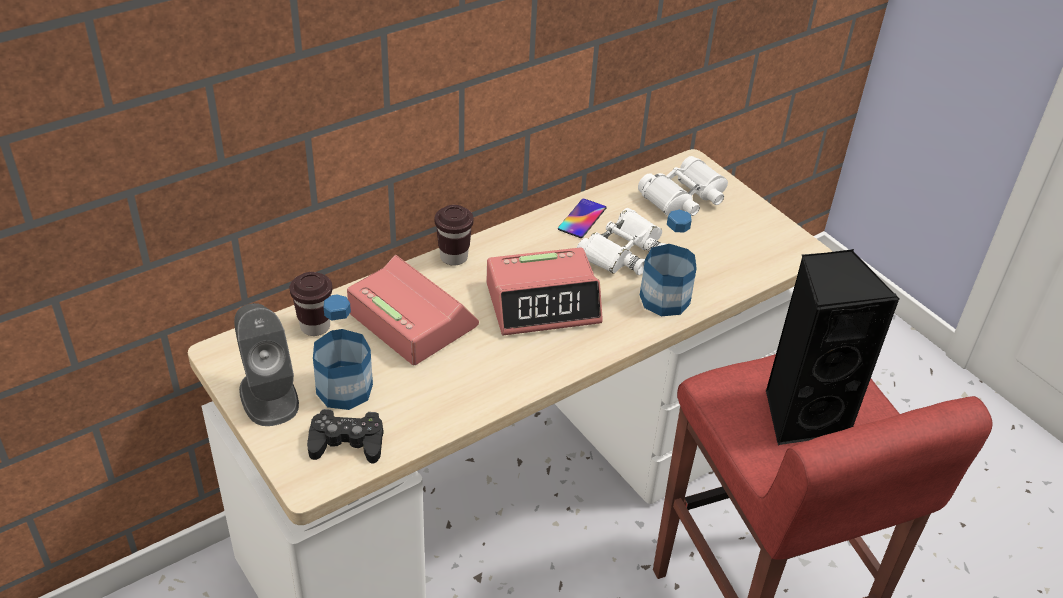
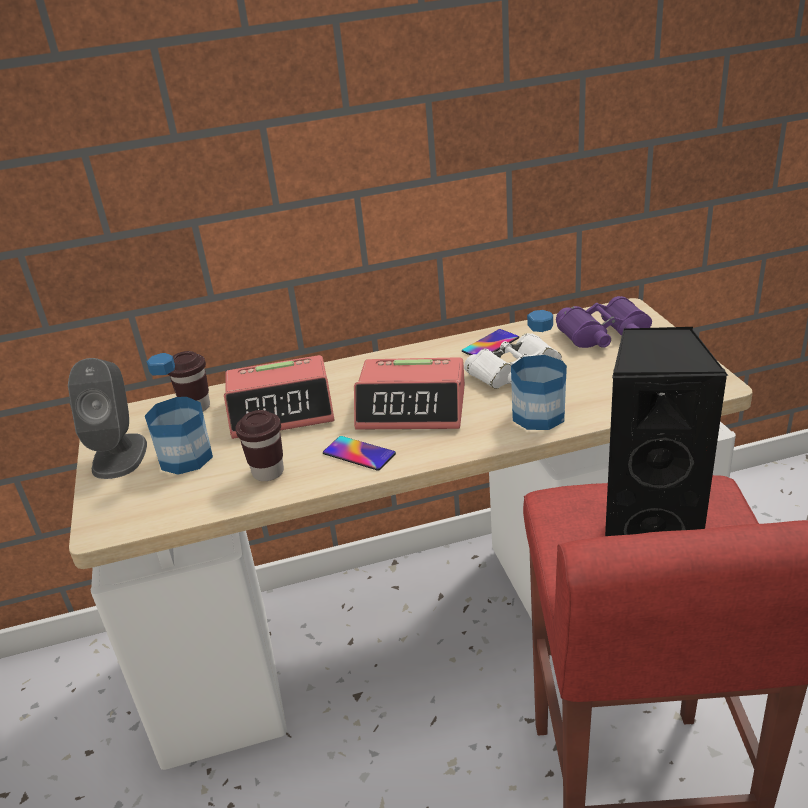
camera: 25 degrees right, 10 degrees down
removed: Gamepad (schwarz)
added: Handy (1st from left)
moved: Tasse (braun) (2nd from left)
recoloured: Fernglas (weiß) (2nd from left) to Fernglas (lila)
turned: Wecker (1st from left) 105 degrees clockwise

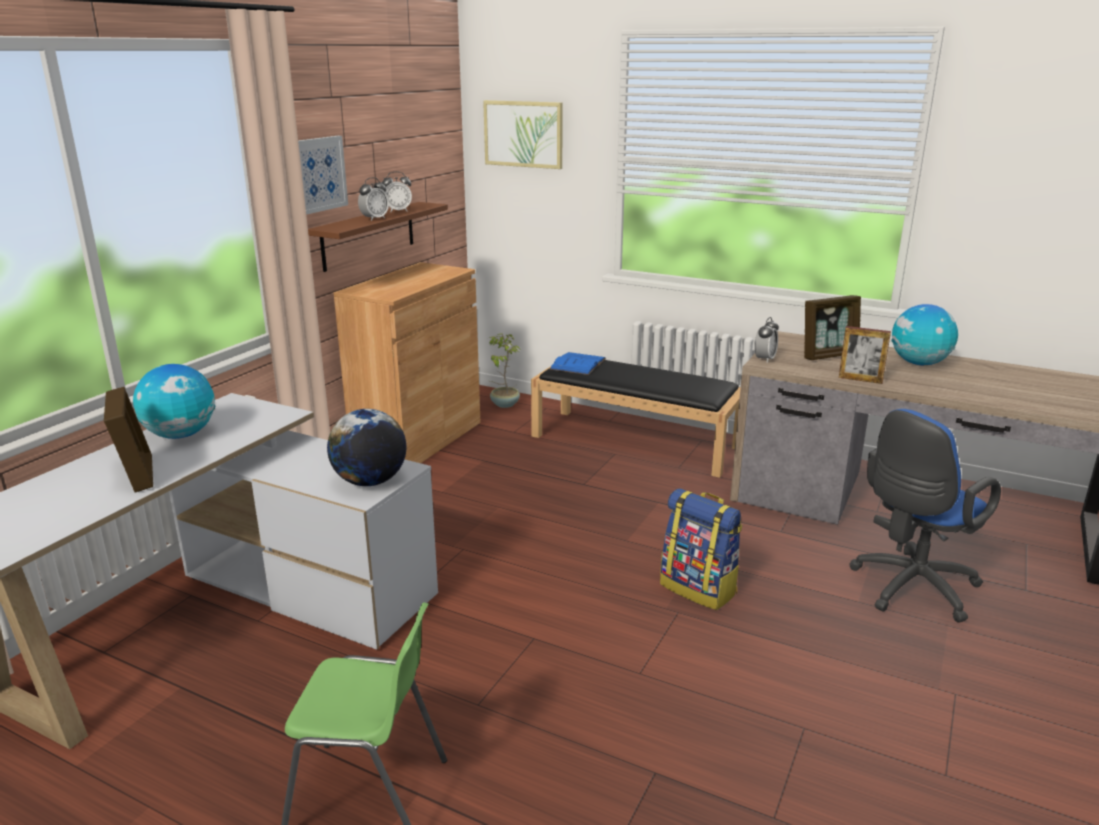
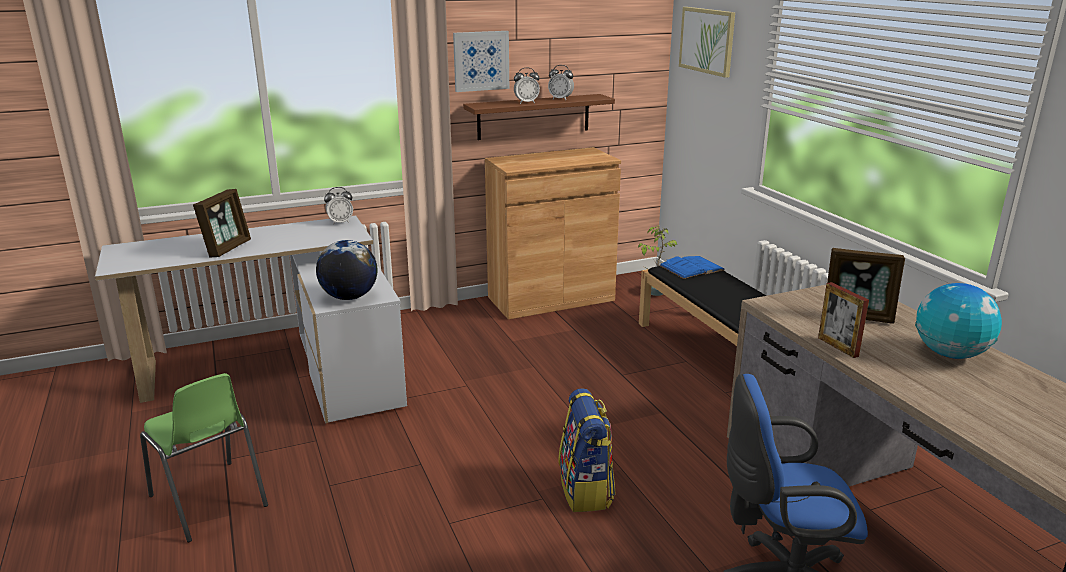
camera: 40 degrees right, 0 degrees up
removed: Globus (1st from left)
moved: Wecker (3rd from left in the first image) to Wecker (1st from left)

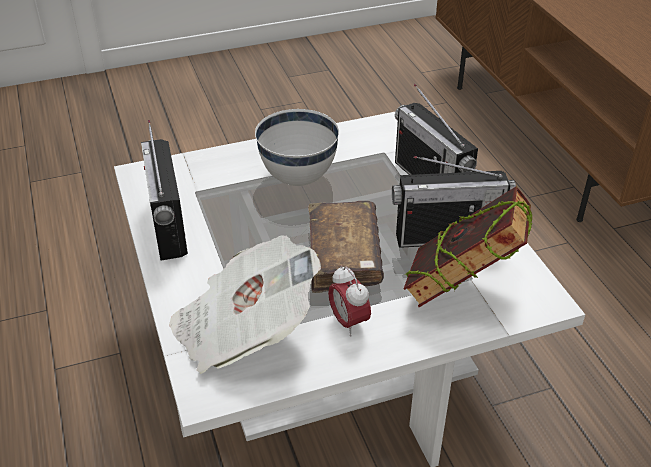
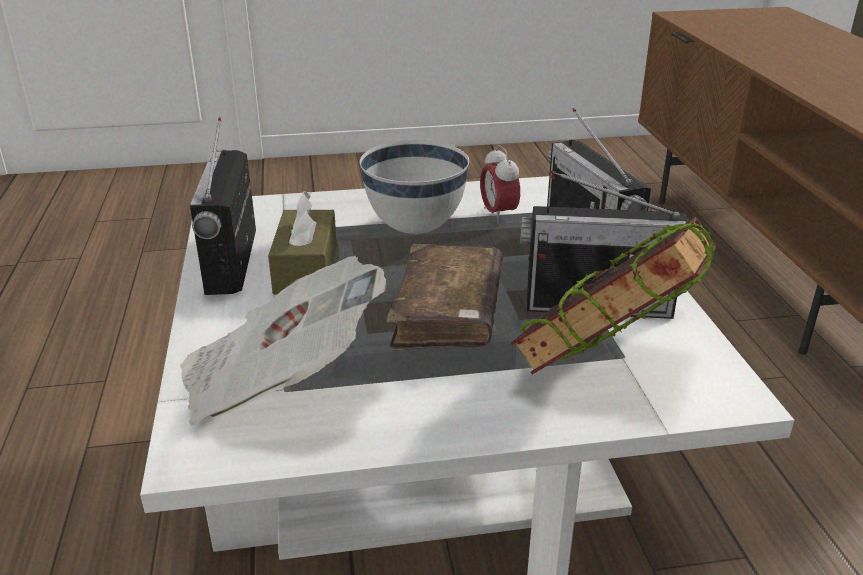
camera: 10 degrees right, 10 degrees down
added: Taschentuchbox (braun)
moved: Wecker

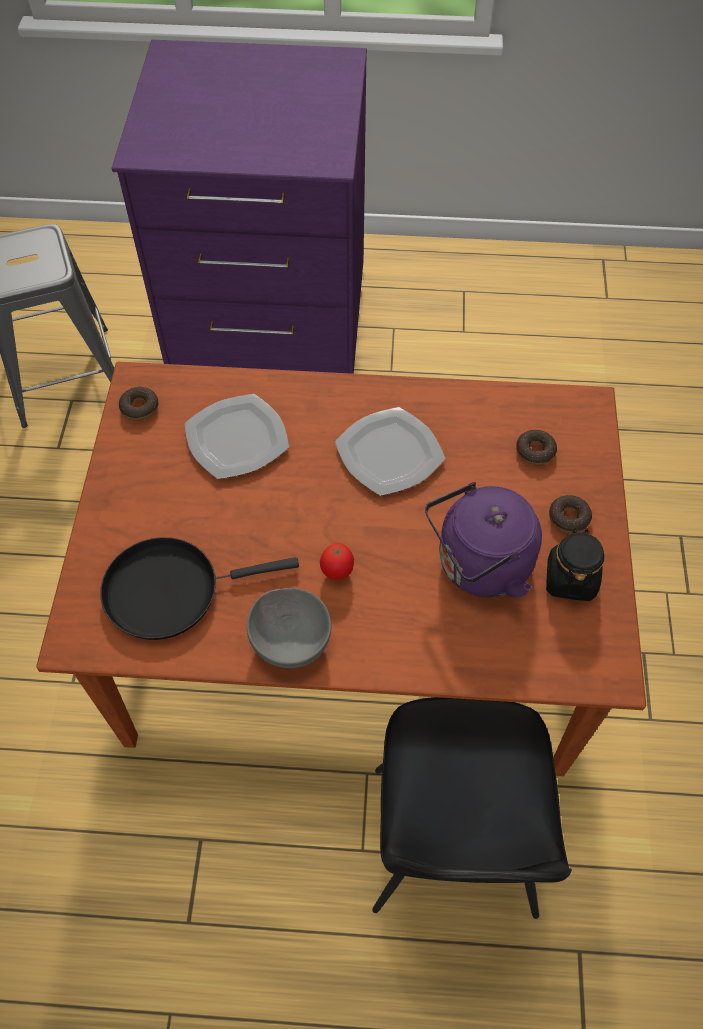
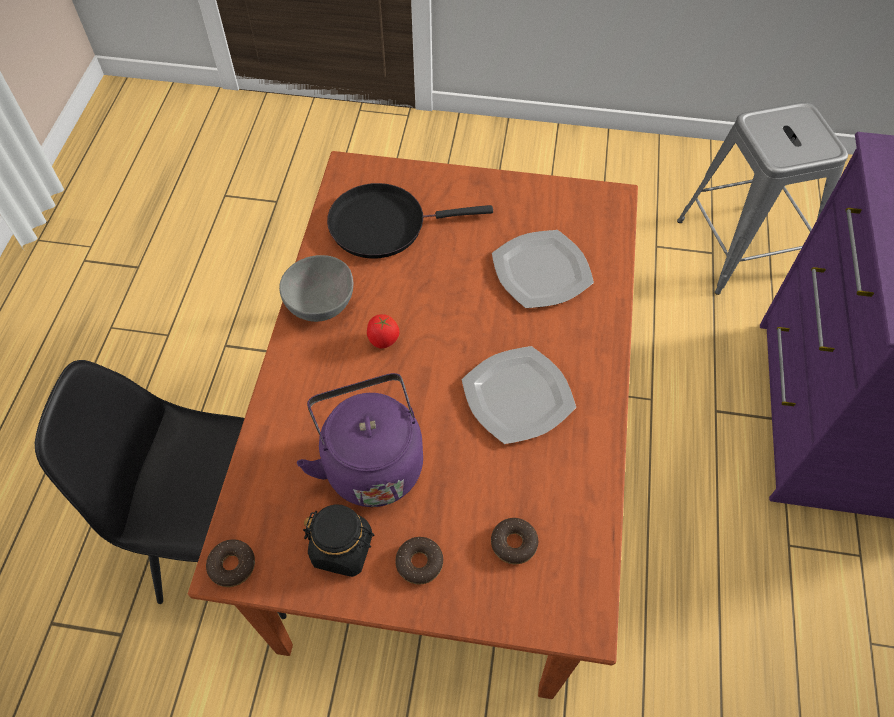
camera: 95 degrees right, 0 degrees up
moved: Donut (1st from left)
turned: Pfanne (schwarz) 90 degrees counterclockwise

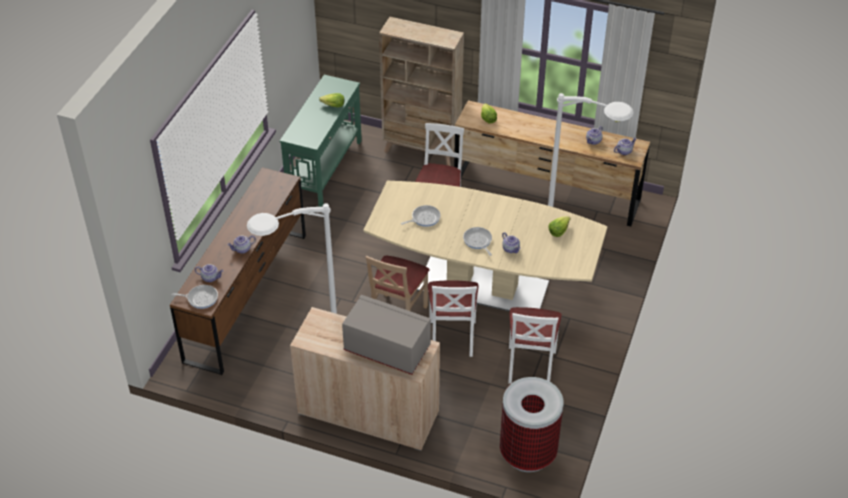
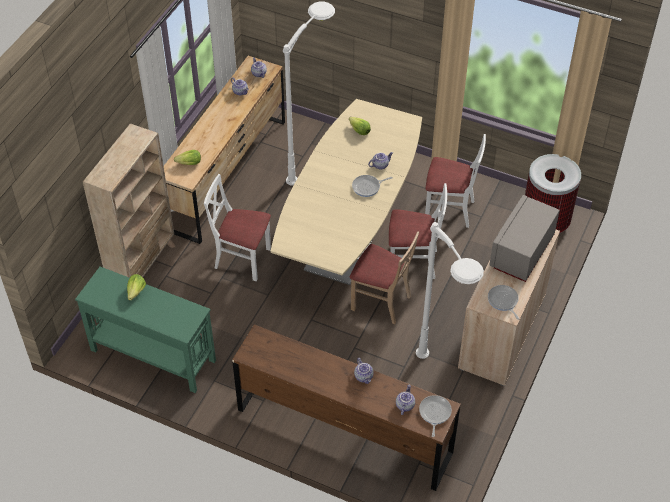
camera: 85 degrees left, 5 degrees up
moved: Pfanne (2nd from left in the first image) to Pfanne (3rd from left)

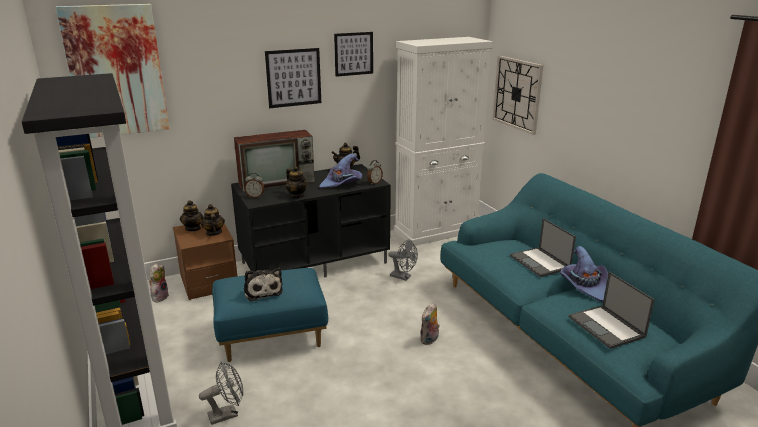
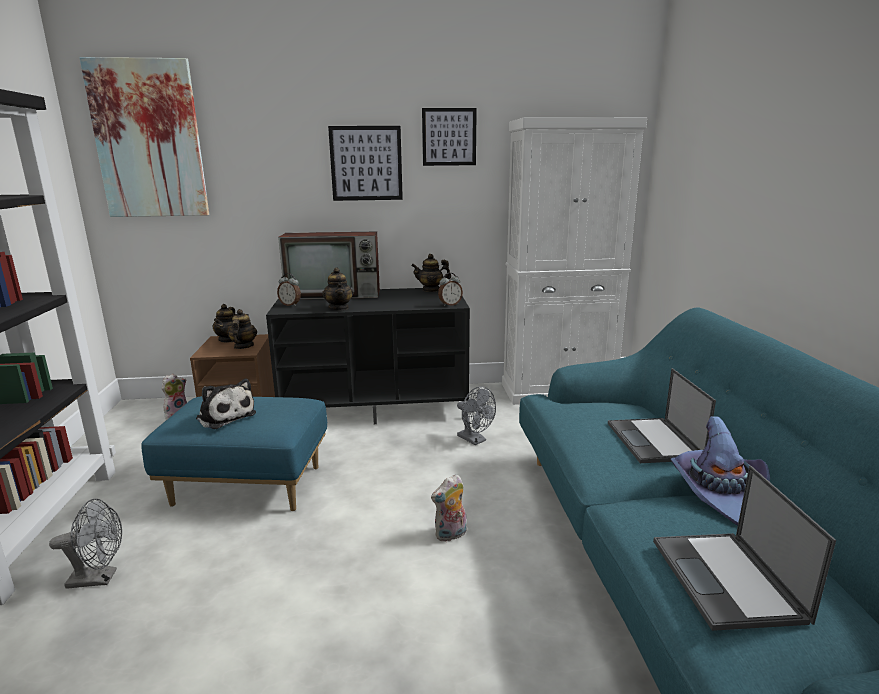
camera: 20 degrees right, 5 degrees down
removed: Hut (lila) (1st from left); Wanduhr
turned: Plüschtier (2nd from left) 45 degrees counterclockwise

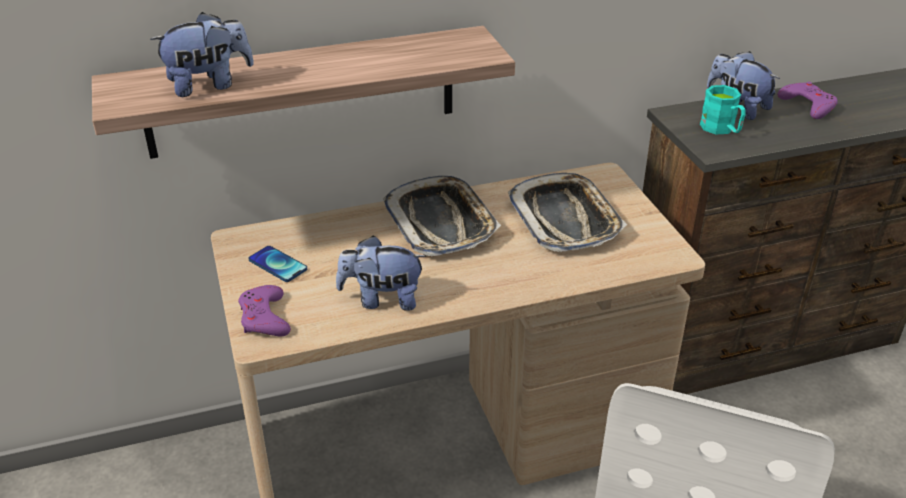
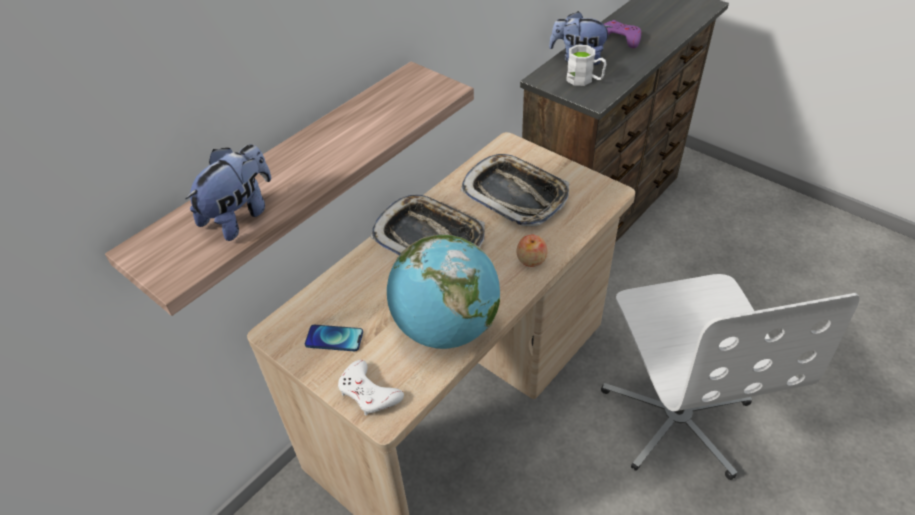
camera: 30 degrees left, 10 degrees up
added: Apfel
replaced: Plüschtier (2nd from left) to Globus
recoloured: Gamepad (lila) (1st from left) to Gamepad (weiß); Henkelbecher (türkis) to Henkelbecher (weiß)

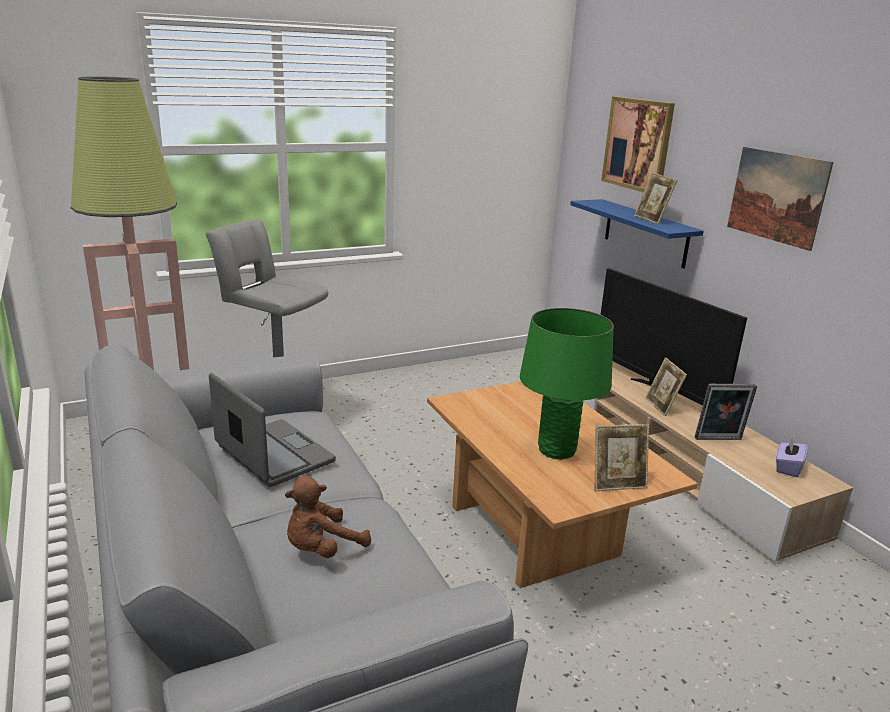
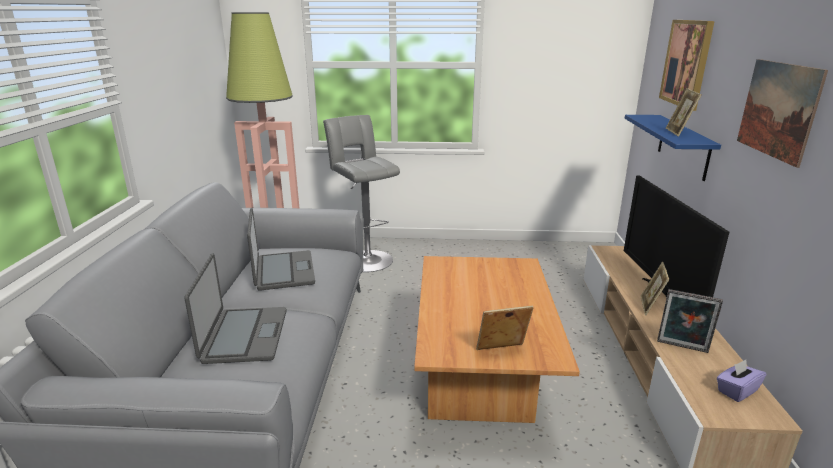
camera: 30 degrees right, 0 degrees up
removed: Tischlampe (grün)
replaced: Plüschtier (braun) to Laptop (1st from left)
turned: Bilderrahmen (1st from left) 150 degrees clockwise

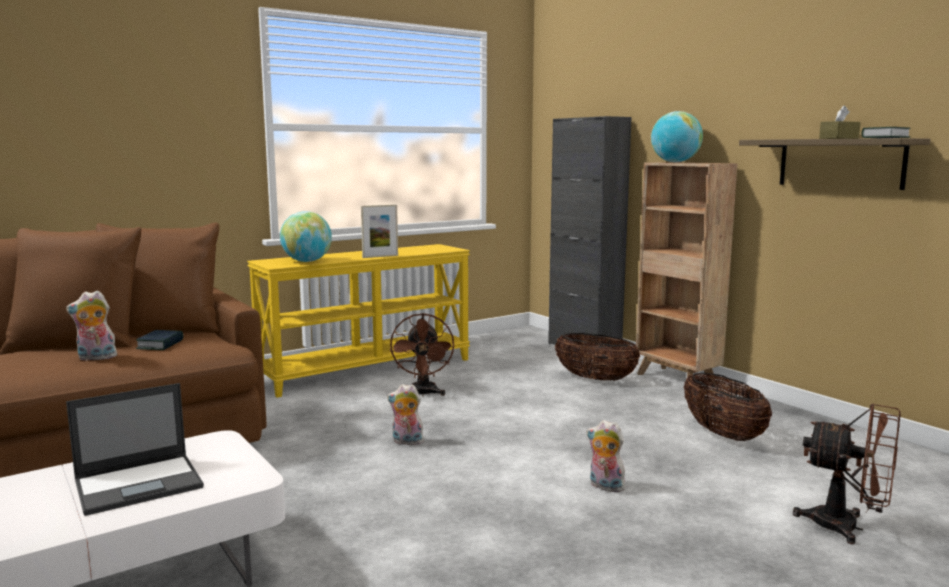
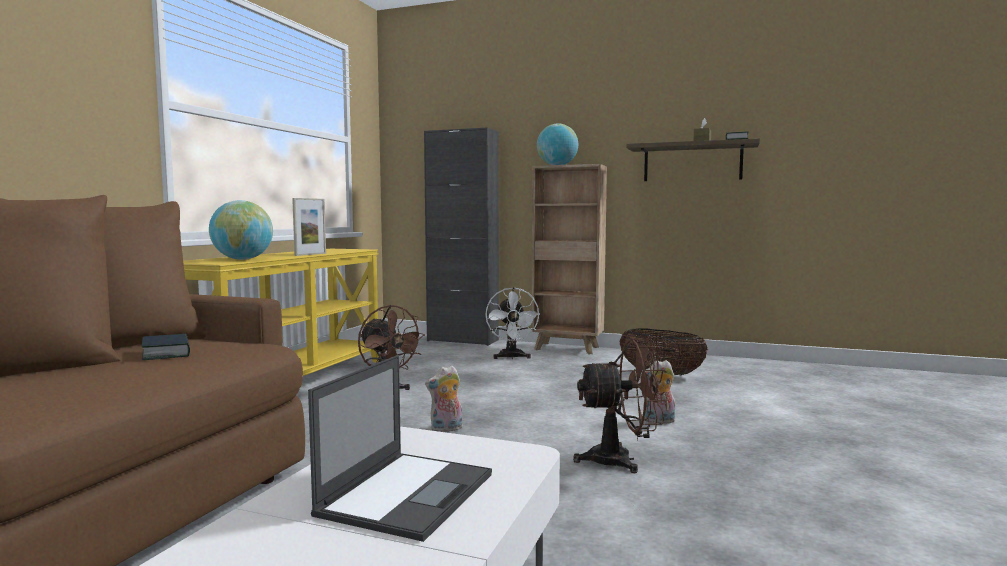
camera: 35 degrees left, 5 degrees down
removed: Plüschtier (1st from left)
moved: Ventilator (braun) (2nd from left)
replaced: Korb (1st from left) to Ventilator (weiß)

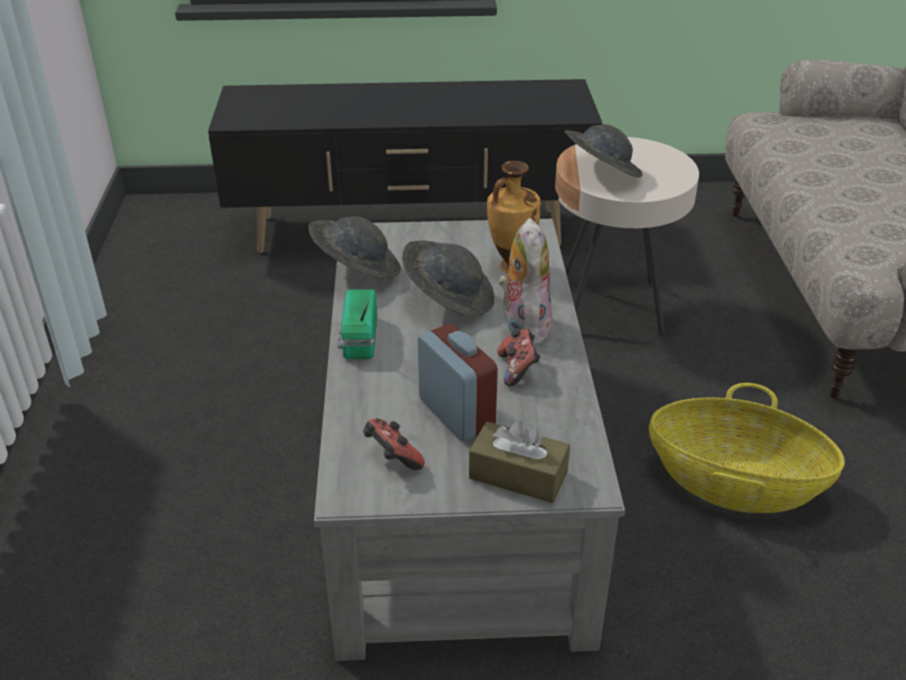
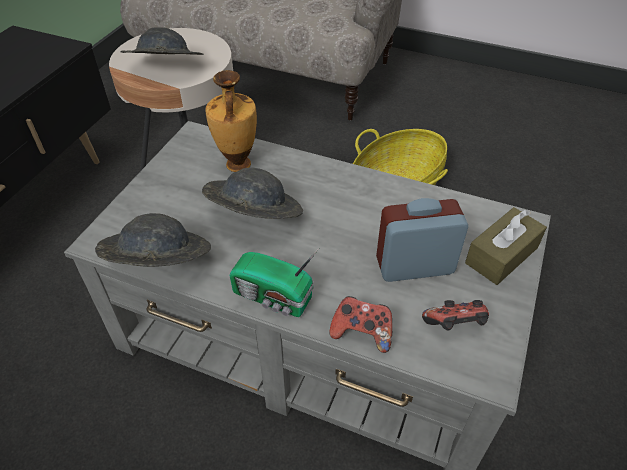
camera: 65 degrees left, 10 degrees up
removed: Plüschtier
moved: Gamepad (2nd from left in the first image) to Gamepad (1st from left)

